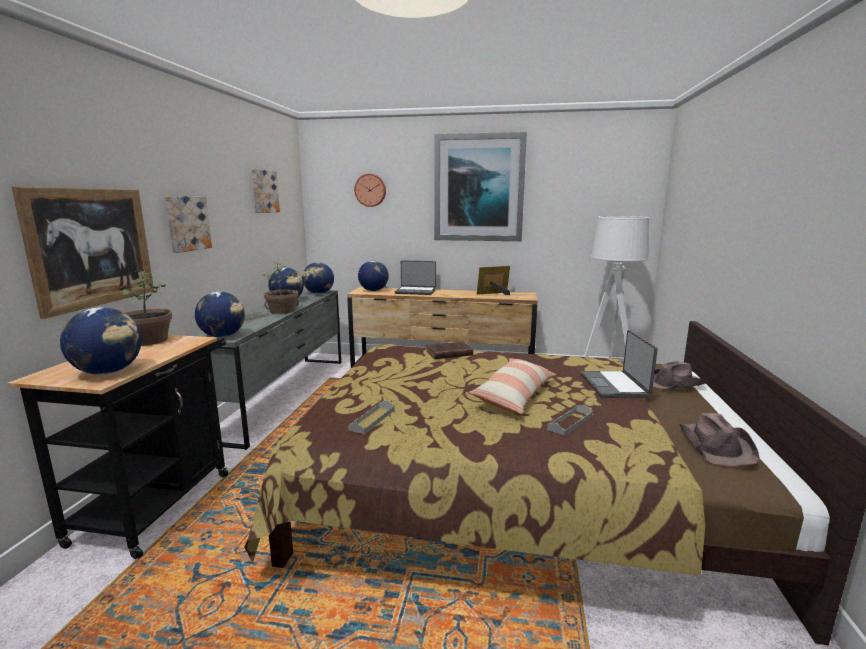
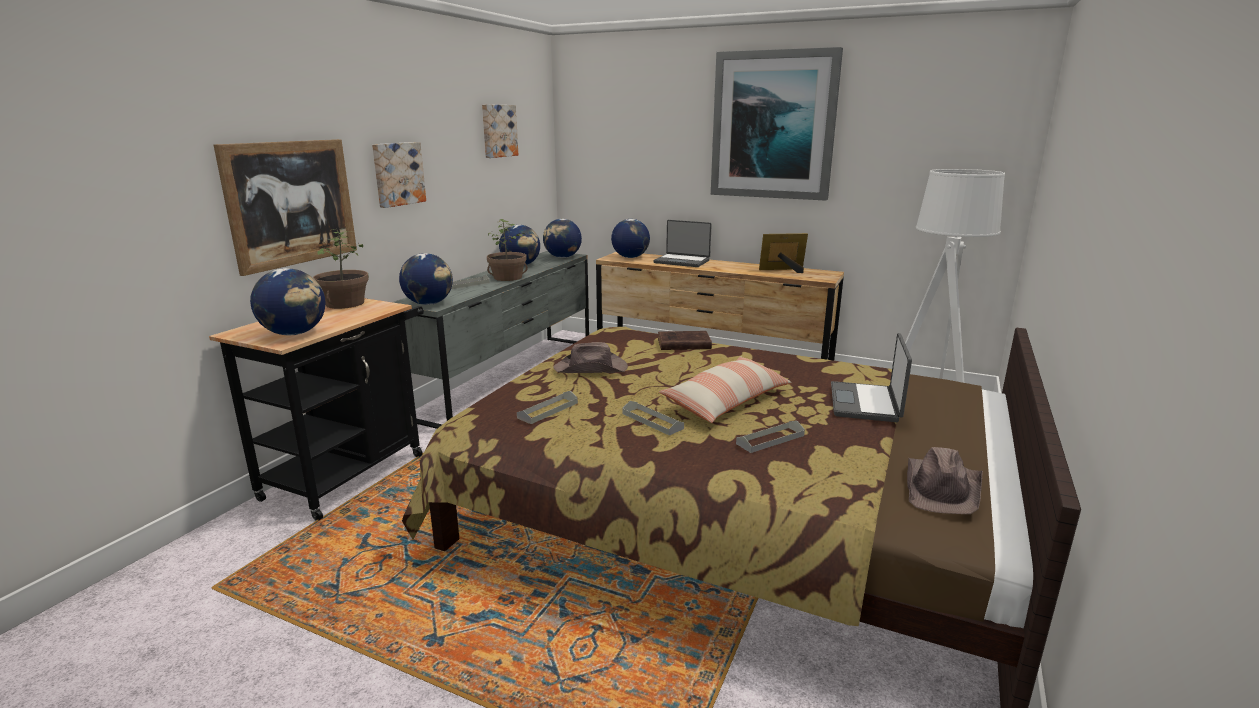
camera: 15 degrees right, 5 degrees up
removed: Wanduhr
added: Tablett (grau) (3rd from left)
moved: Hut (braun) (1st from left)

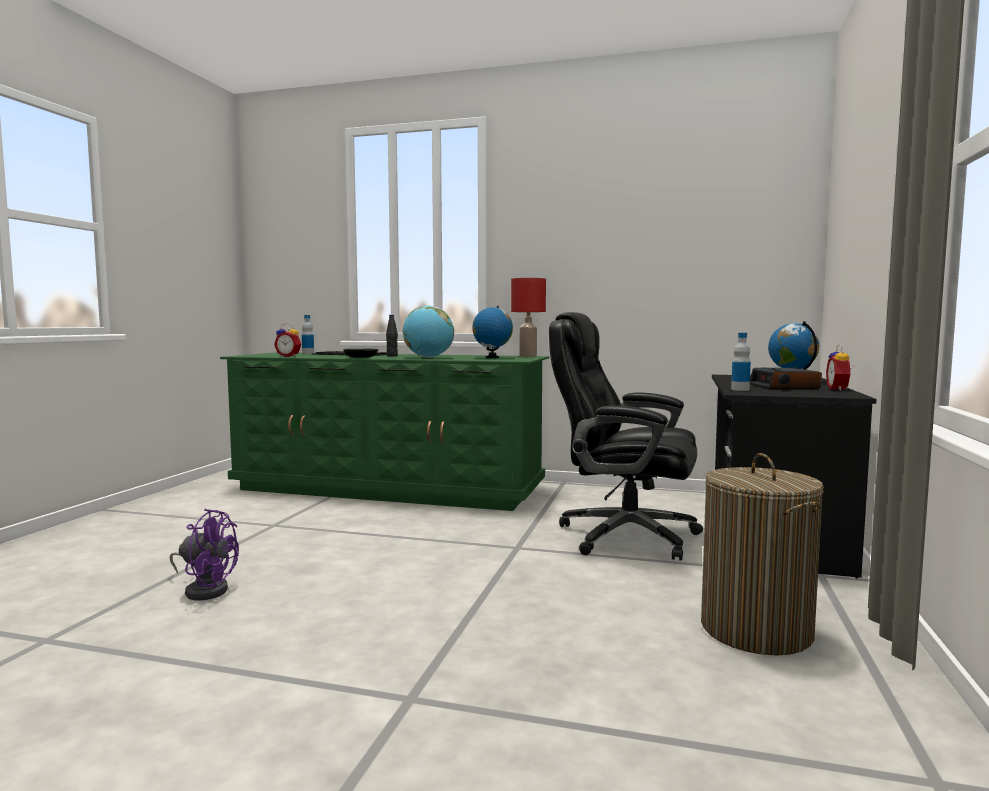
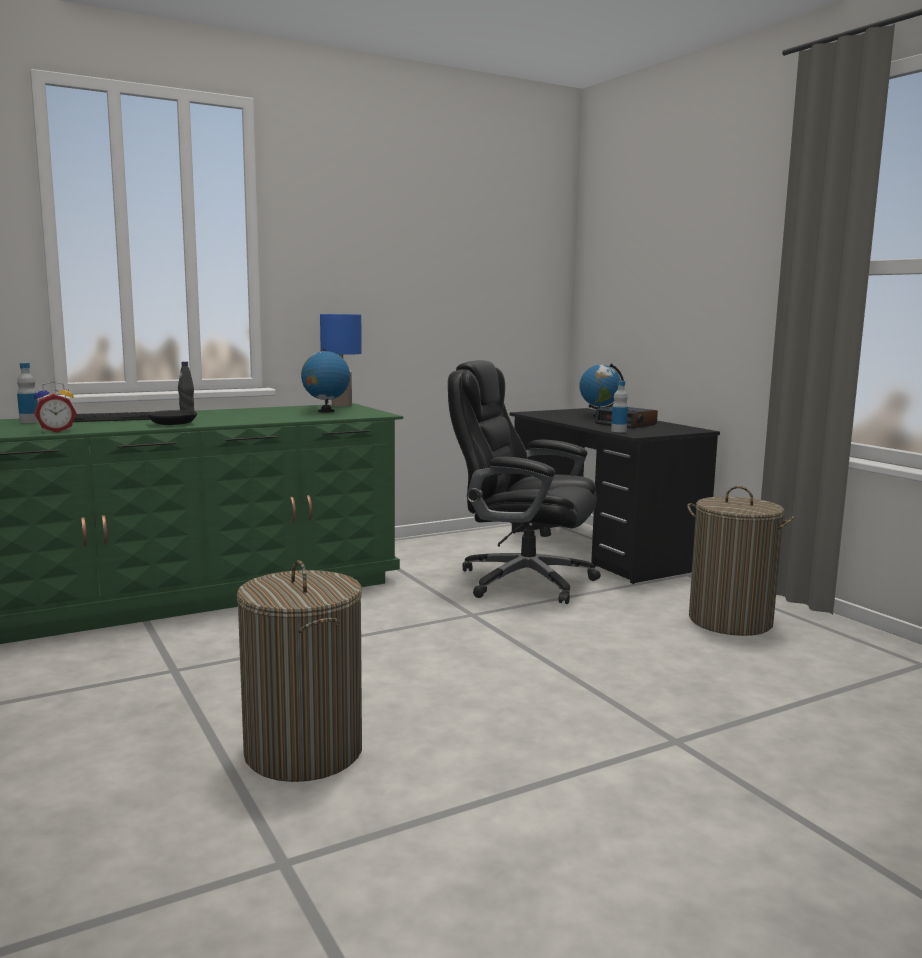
camera: 45 degrees left, 5 degrees up
removed: Globus (1st from left); Wecker (3rd from left)
replaced: Ventilator (lila) to Wäschekorb (1st from left)
recoloured: Tischlampe (rot) to Tischlampe (blau)
turned: Bürostuhl (schwarz) 45 degrees clockwise

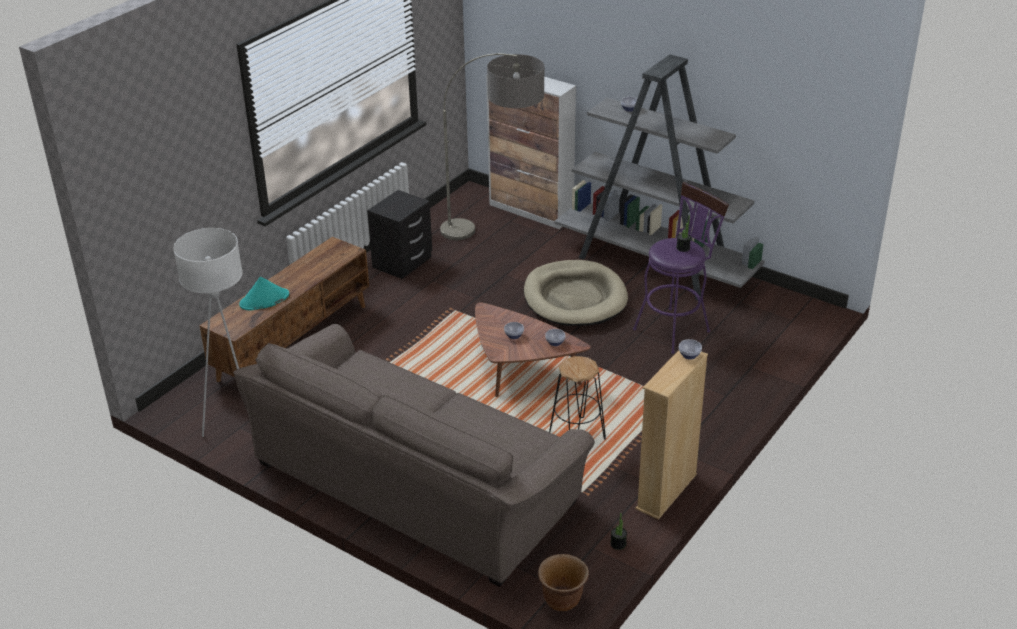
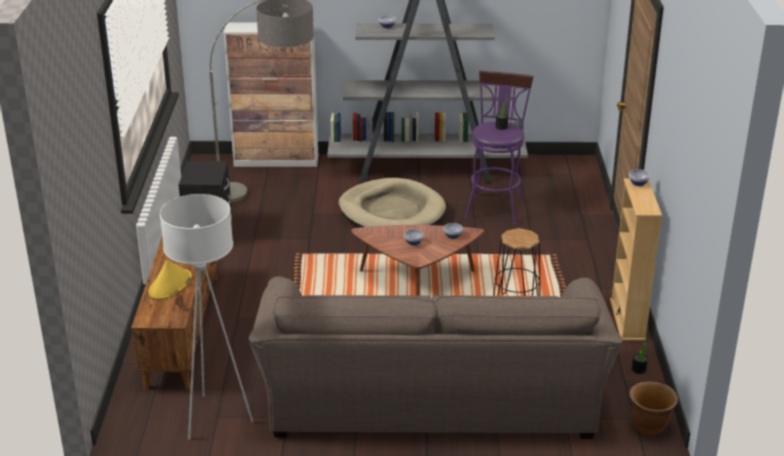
camera: 35 degrees left, 5 degrees down
recoloured: Hut (türkis) to Hut (gelb)

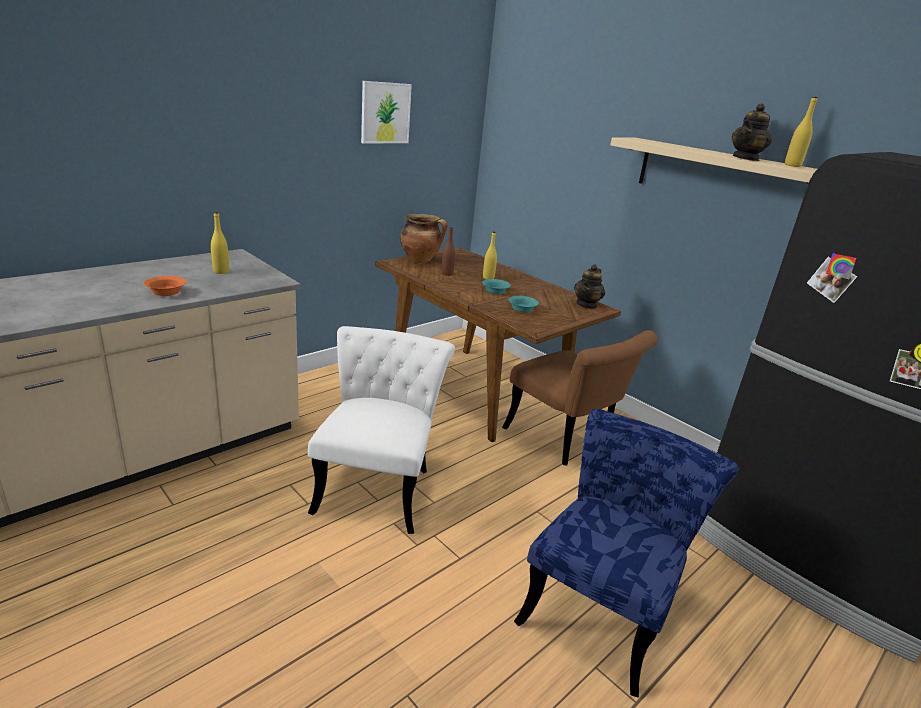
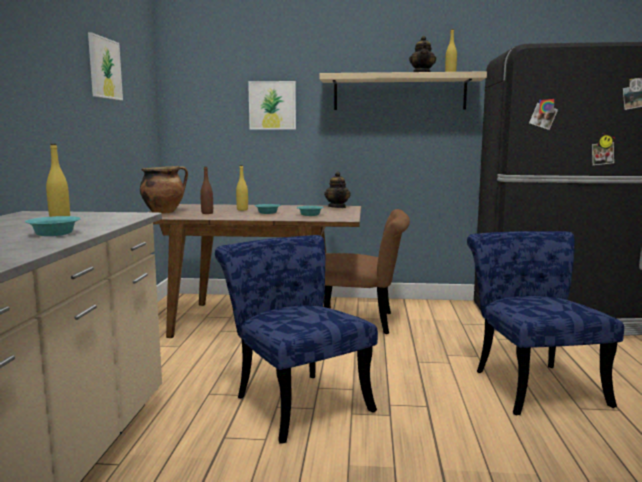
camera: 40 degrees left, 15 degrees down
added: Bild (2nd from left)
recoloured: Schüssel (orange) to Schüssel (türkis) (1st from left); Stuhl (weiß) to Stuhl (blau) (1st from left)

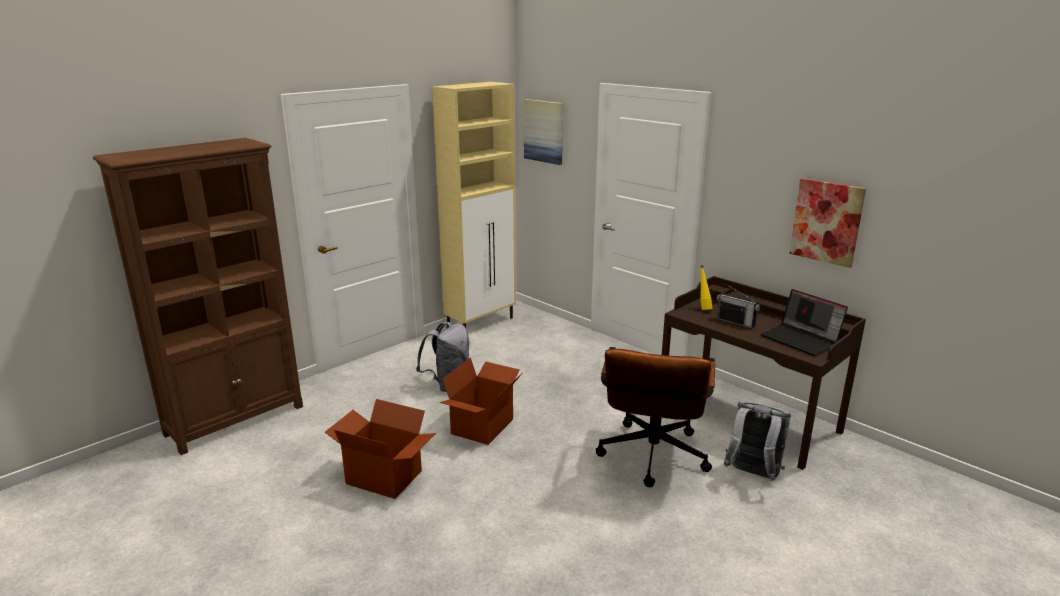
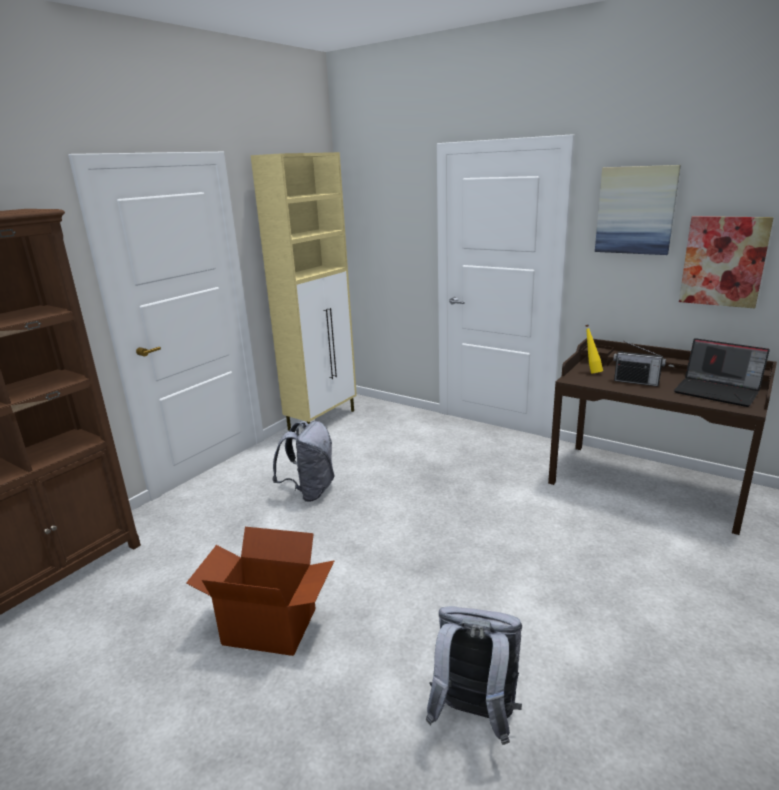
camera: 10 degrees left, 0 degrees up
removed: Karton (2nd from left); Bürostuhl (braun)
moved: Rucksack (grau) (2nd from left); Bild (1st from left)

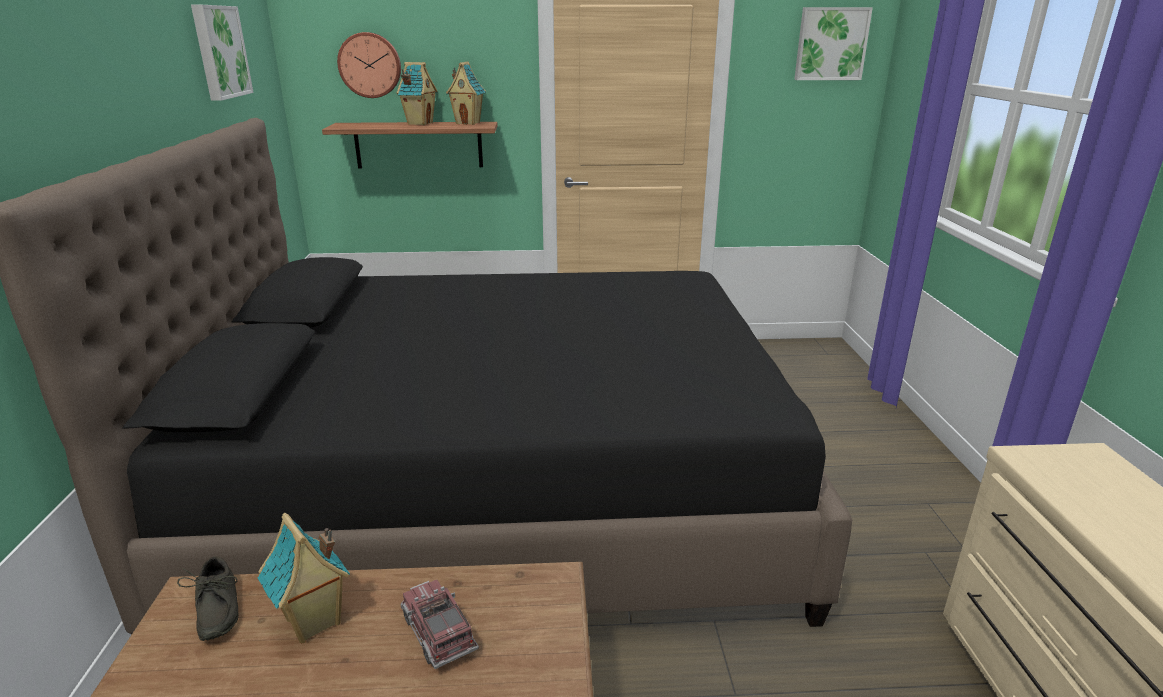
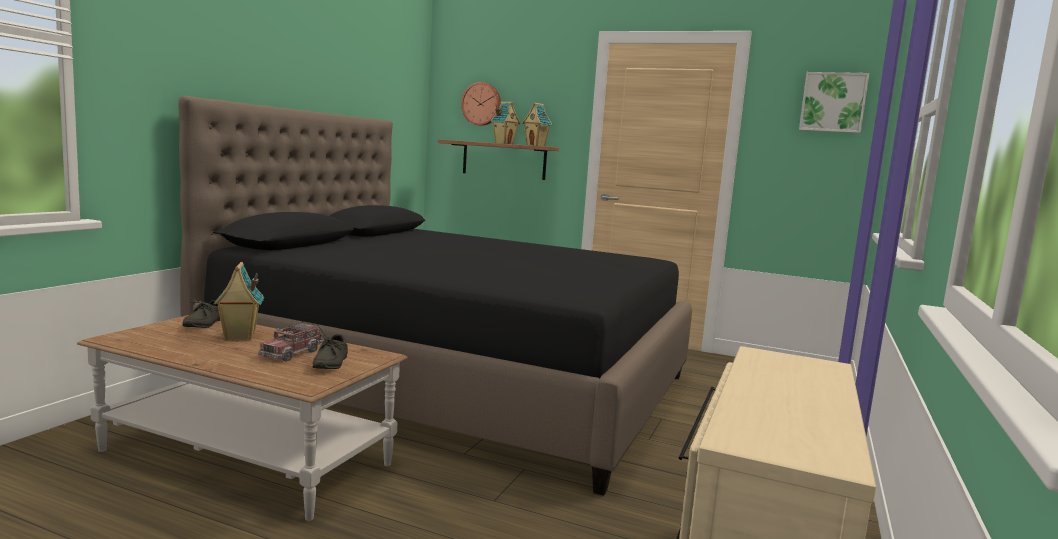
camera: 25 degrees right, 15 degrees down
removed: Bild (1st from left)
added: Schuh (grau) (2nd from left)
turned: Spielzeuglaster 150 degrees counterclockwise

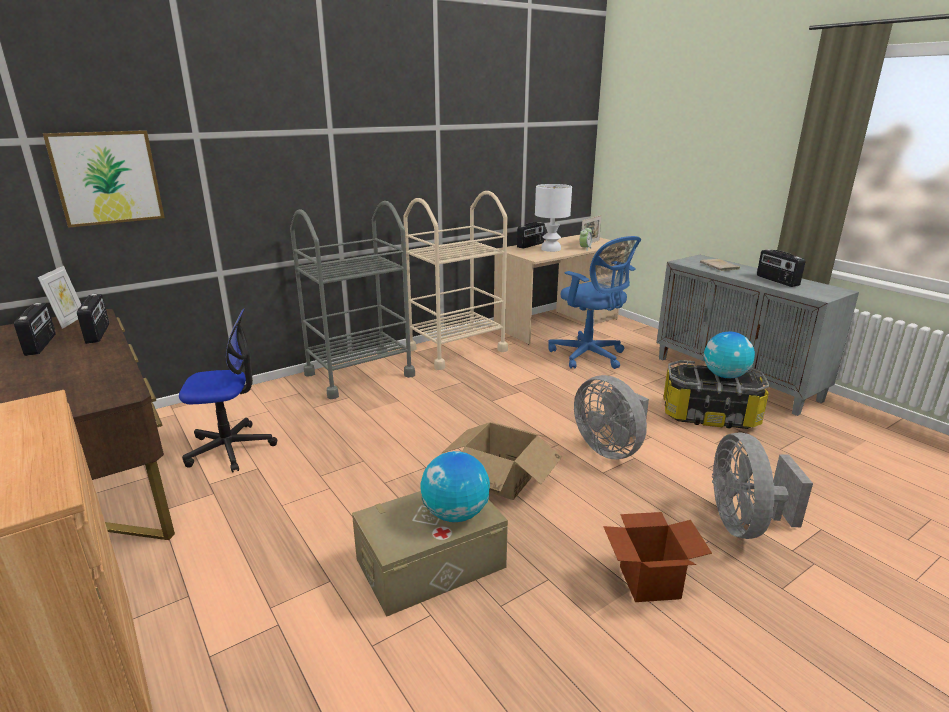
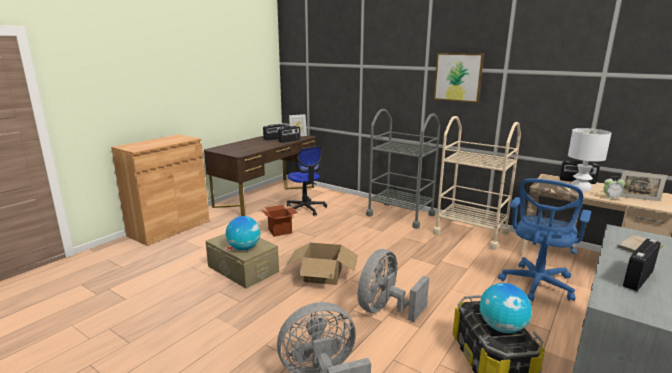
camera: 70 degrees right, 5 degrees down
moved: Karton (2nd from left in the first image) to Karton (1st from left); Bild

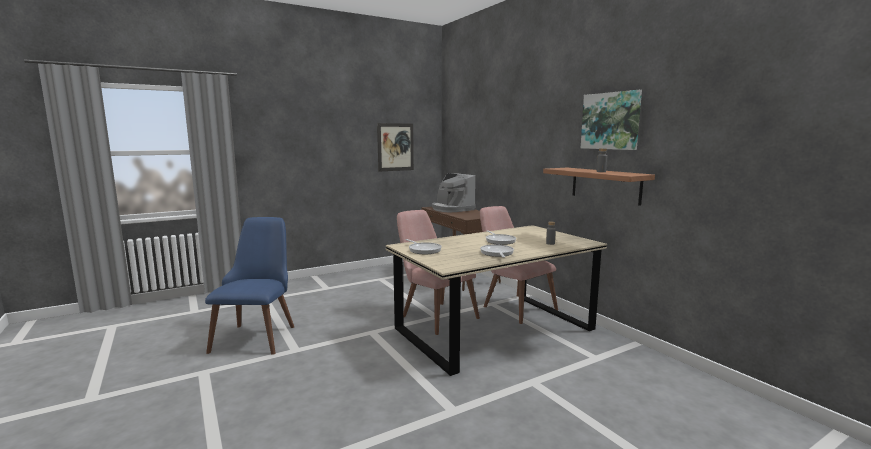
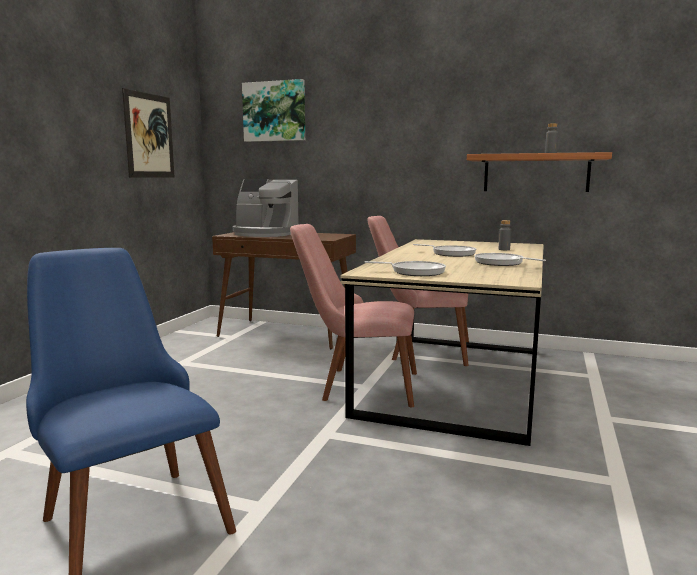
camera: 40 degrees left, 0 degrees up
moved: Bild (2nd from left)

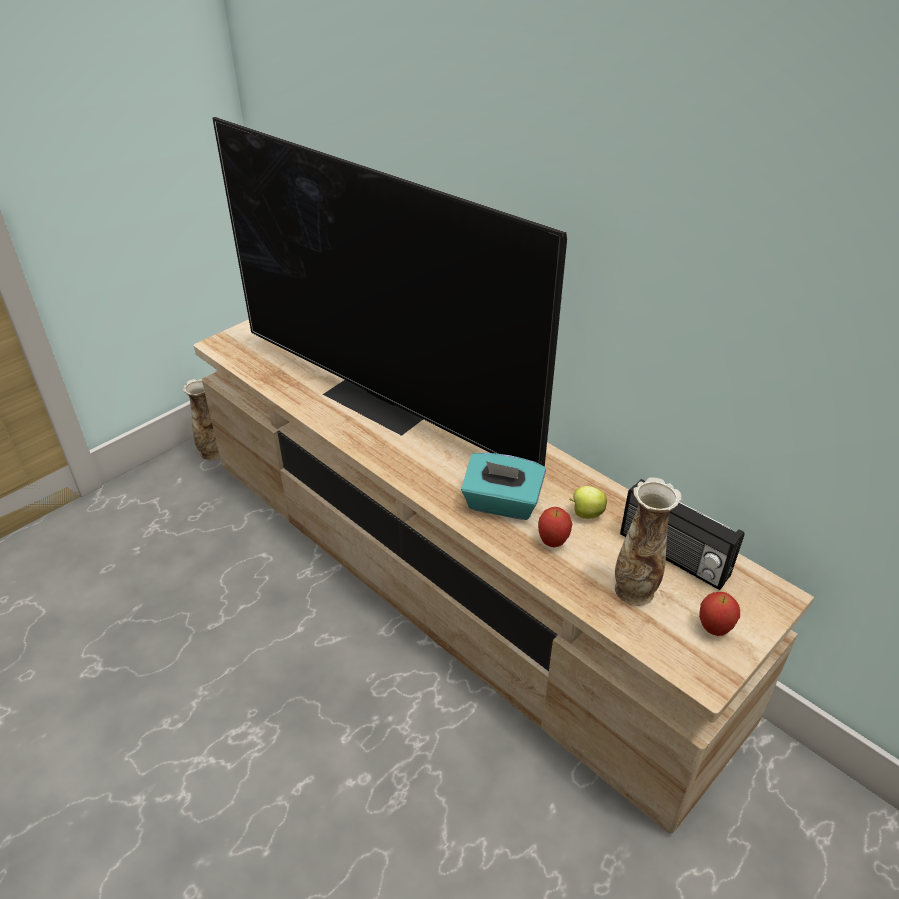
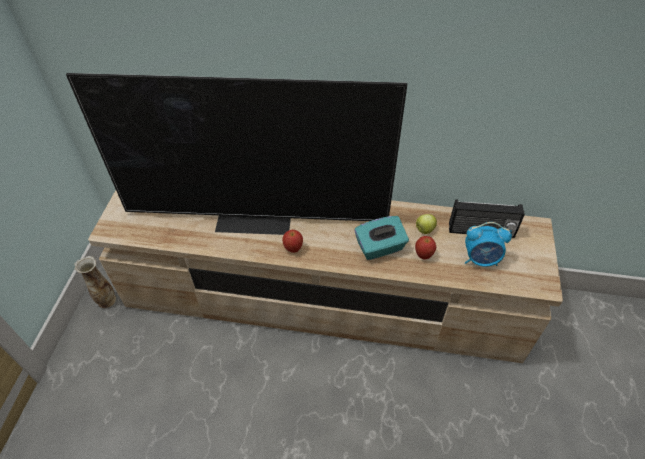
camera: 35 degrees left, 10 degrees up
moved: Apfel (3rd from left in the first image) to Apfel (1st from left)
replaced: Vase (2nd from left) to Wecker

